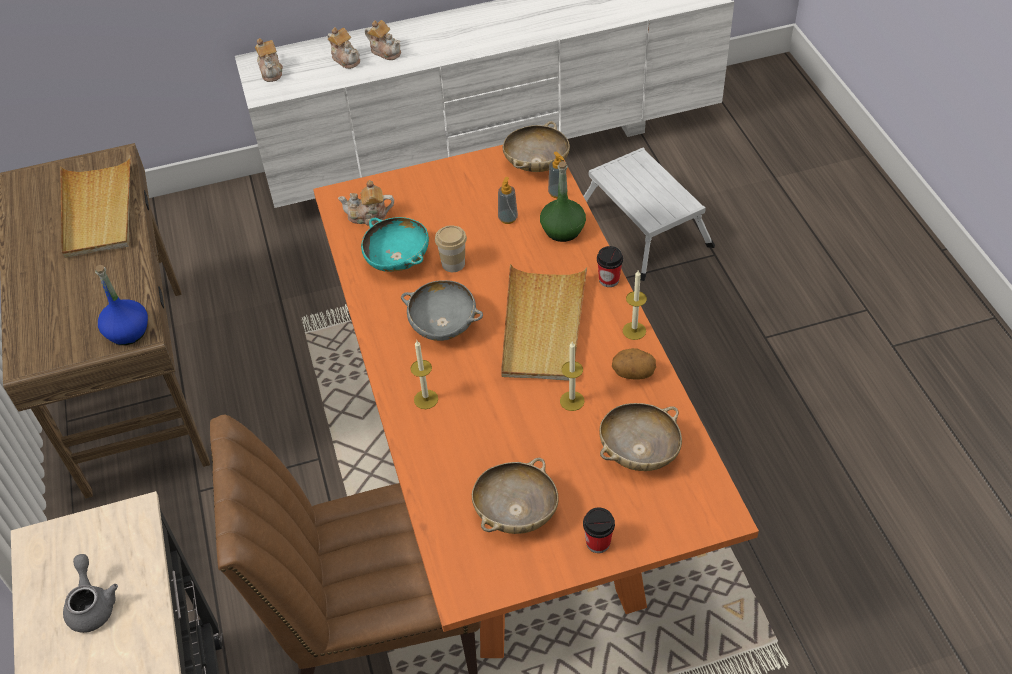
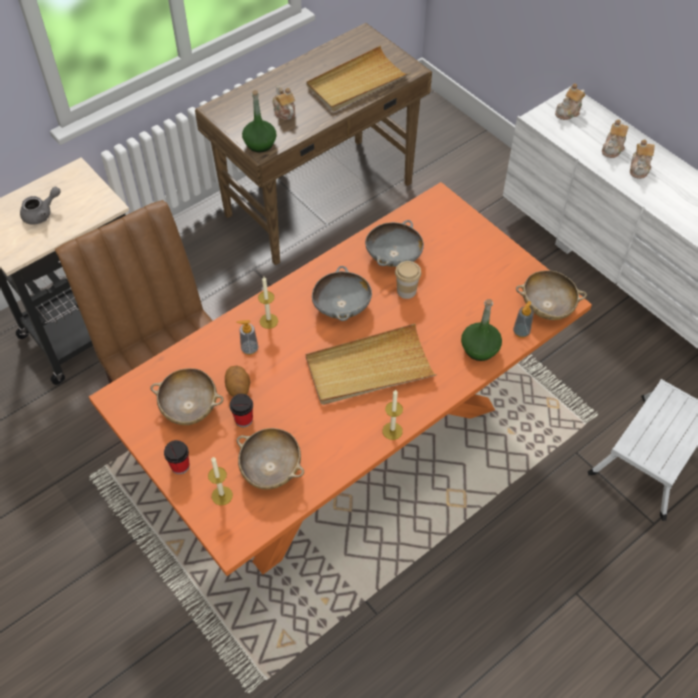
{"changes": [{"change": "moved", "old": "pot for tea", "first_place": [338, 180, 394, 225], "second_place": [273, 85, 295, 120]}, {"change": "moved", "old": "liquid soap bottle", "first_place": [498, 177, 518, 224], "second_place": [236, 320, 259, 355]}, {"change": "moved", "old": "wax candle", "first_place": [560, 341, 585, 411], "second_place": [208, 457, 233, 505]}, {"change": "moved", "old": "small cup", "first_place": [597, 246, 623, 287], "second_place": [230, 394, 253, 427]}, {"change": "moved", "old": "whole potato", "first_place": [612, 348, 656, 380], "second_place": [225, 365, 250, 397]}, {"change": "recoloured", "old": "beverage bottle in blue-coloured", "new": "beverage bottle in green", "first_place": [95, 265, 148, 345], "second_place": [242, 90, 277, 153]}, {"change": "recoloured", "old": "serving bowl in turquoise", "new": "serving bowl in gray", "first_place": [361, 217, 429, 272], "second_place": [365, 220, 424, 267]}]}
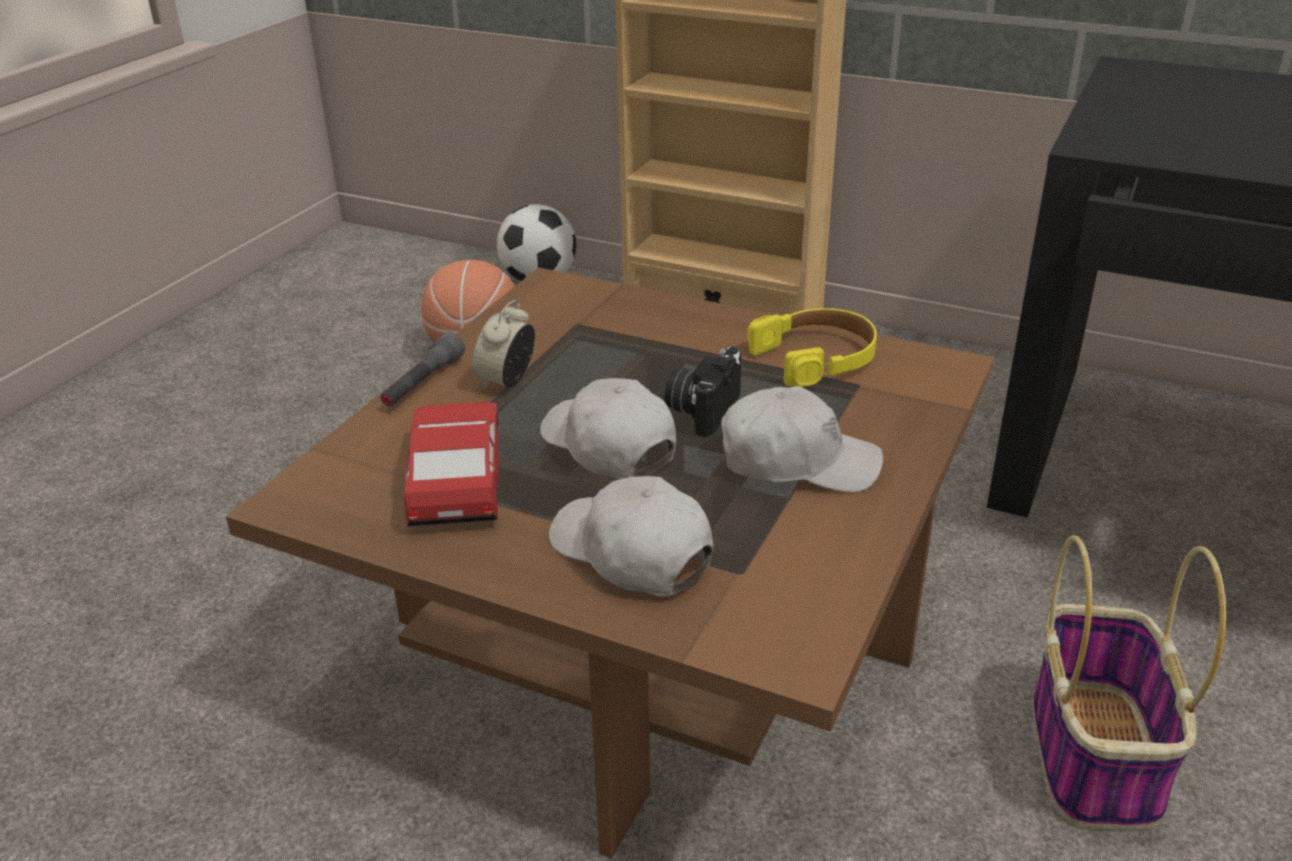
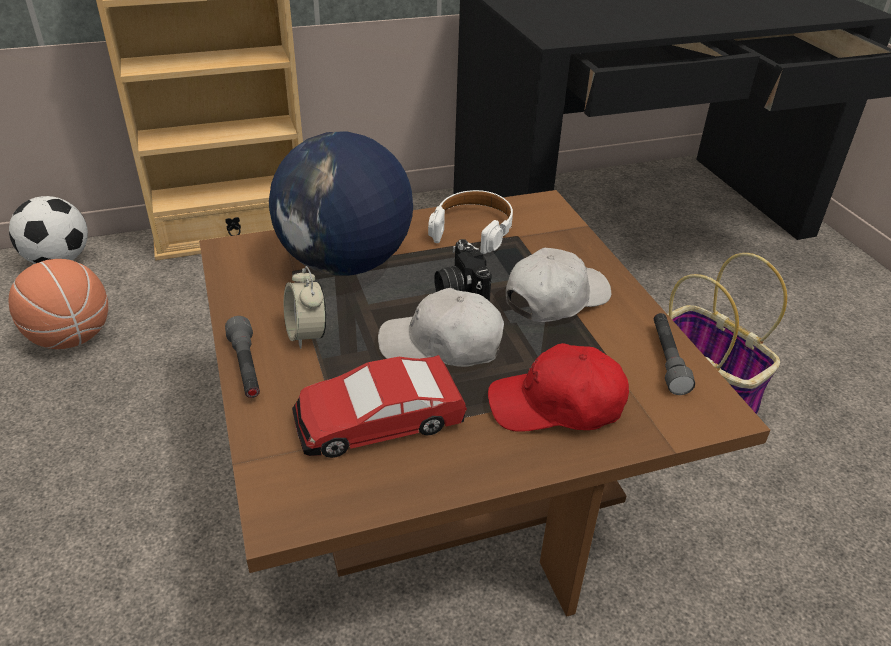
{"changes": [{"change": "added", "new": "globe", "second_place": [269, 131, 413, 276]}, {"change": "added", "new": "torch in gray", "second_place": [654, 313, 695, 395]}, {"change": "recoloured", "old": "cap in whitish", "new": "cap in red", "first_place": [549, 476, 714, 596], "second_place": [488, 343, 629, 432]}, {"change": "recoloured", "old": "headphones in yellowish", "new": "headphones in whitish", "first_place": [747, 308, 877, 387], "second_place": [428, 190, 513, 254]}, {"change": "turned", "old": "toy car", "first_place": [404, 402, 499, 526], "second_place": [292, 355, 466, 458], "degrees": -60}]}
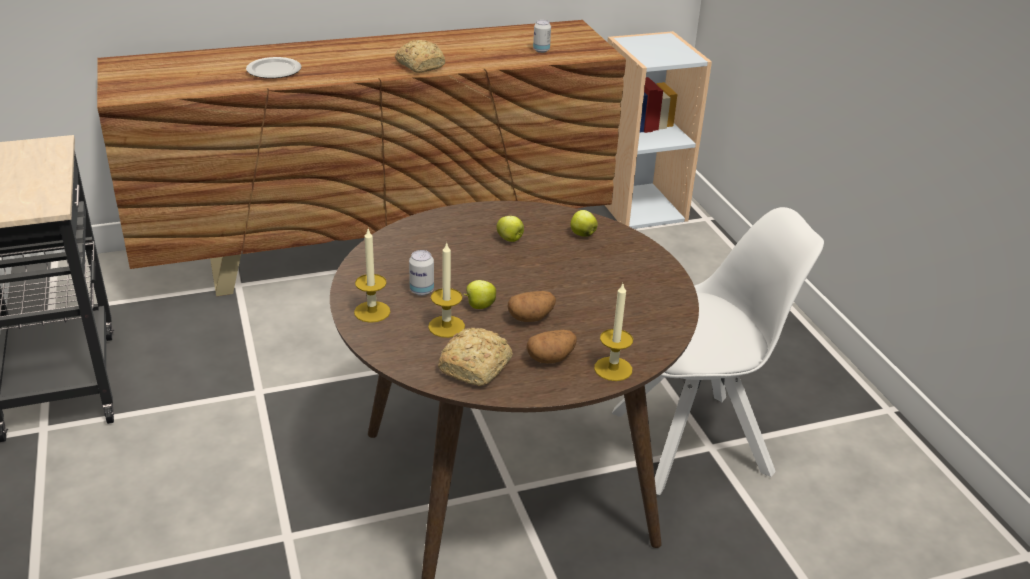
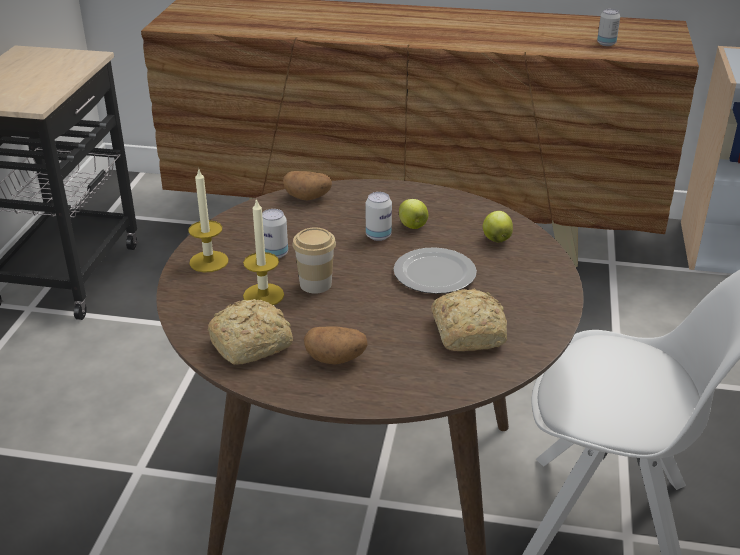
{"changes": [{"change": "removed", "old": "wax candle", "first_place": [594, 284, 633, 381]}, {"change": "added", "new": "can", "second_place": [366, 192, 392, 241]}, {"change": "moved", "old": "flat dish", "first_place": [246, 57, 302, 78], "second_place": [393, 247, 477, 294]}, {"change": "moved", "old": "bakery bread", "first_place": [395, 40, 445, 73], "second_place": [431, 289, 507, 351]}, {"change": "moved", "old": "whole potato", "first_place": [508, 291, 556, 322], "second_place": [283, 171, 332, 200]}, {"change": "replaced", "old": "apple fruit", "new": "small cup", "first_place": [463, 280, 496, 309], "second_place": [292, 227, 336, 294]}]}
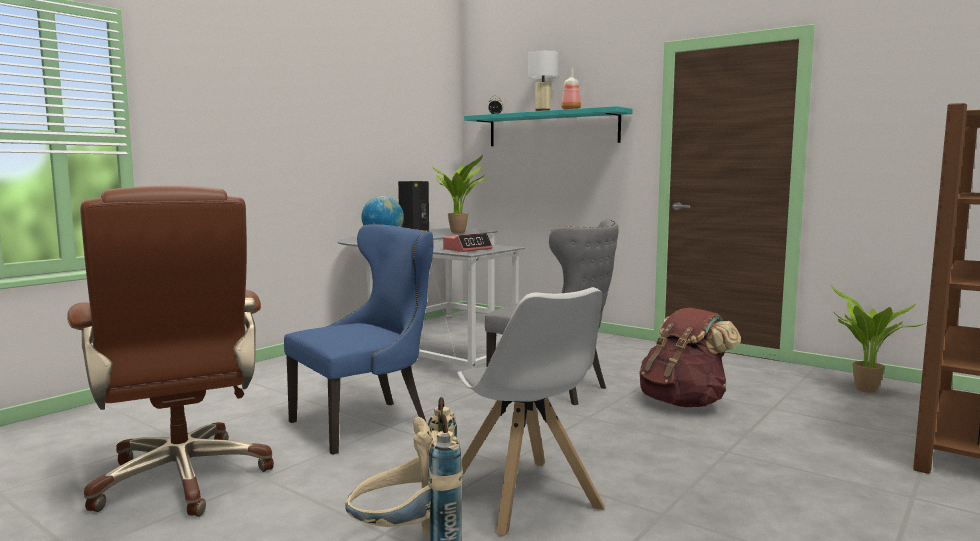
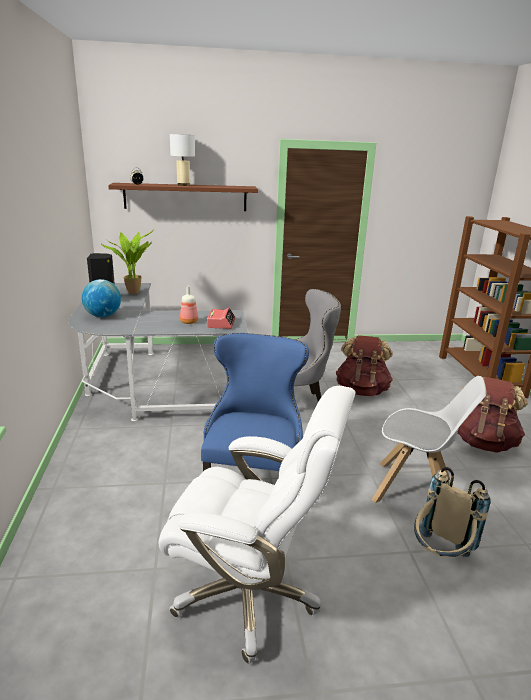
{"changes": [{"change": "removed", "old": "houseplant", "first_place": [830, 284, 923, 393]}, {"change": "added", "new": "knapsack in brownish", "second_place": [457, 377, 528, 453]}, {"change": "moved", "old": "beverage bottle", "first_place": [561, 69, 581, 109], "second_place": [180, 286, 198, 324]}, {"change": "recoloured", "old": "desk chair in brownish", "new": "desk chair in whitish", "first_place": [67, 185, 274, 517], "second_place": [158, 386, 355, 664]}, {"change": "recoloured", "old": "wall shelf in turquoise", "new": "wall shelf in brownish", "first_place": [464, 106, 633, 146], "second_place": [108, 183, 258, 211]}]}
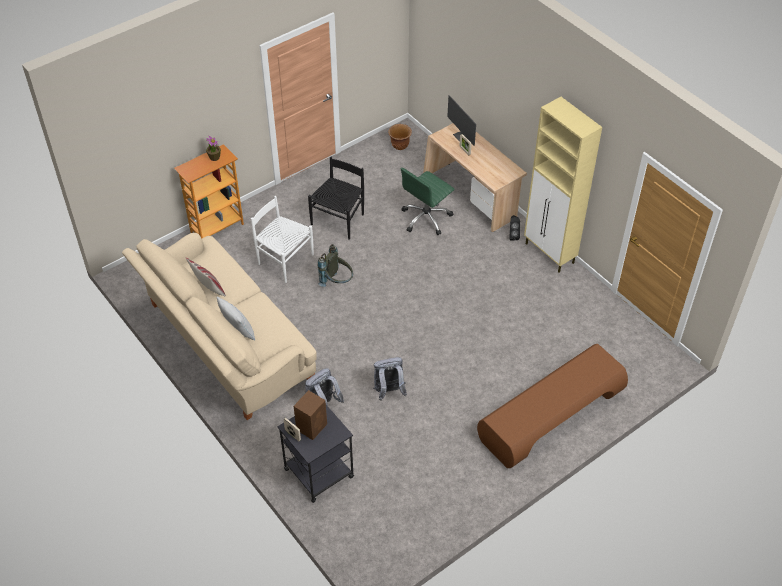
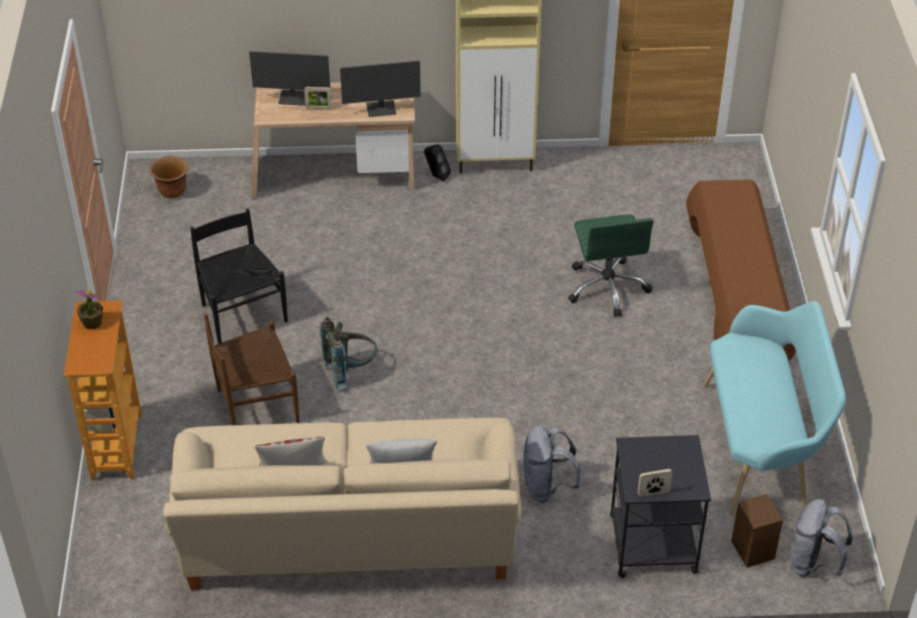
{"changes": [{"change": "added", "new": "monitor", "second_place": [340, 61, 421, 117]}, {"change": "added", "new": "bench in turquoise", "second_place": [704, 301, 846, 515]}, {"change": "moved", "old": "loudspeaker in brownish", "first_place": [294, 390, 327, 440], "second_place": [731, 494, 783, 567]}, {"change": "moved", "old": "knapsack in gray", "first_place": [373, 357, 407, 401], "second_place": [790, 499, 853, 577]}, {"change": "moved", "old": "desk chair in green", "first_place": [401, 168, 455, 235], "second_place": [568, 214, 654, 317]}, {"change": "recoloured", "old": "plain chair in whitish", "new": "plain chair in brownish", "first_place": [251, 196, 314, 283], "second_place": [204, 314, 299, 425]}]}
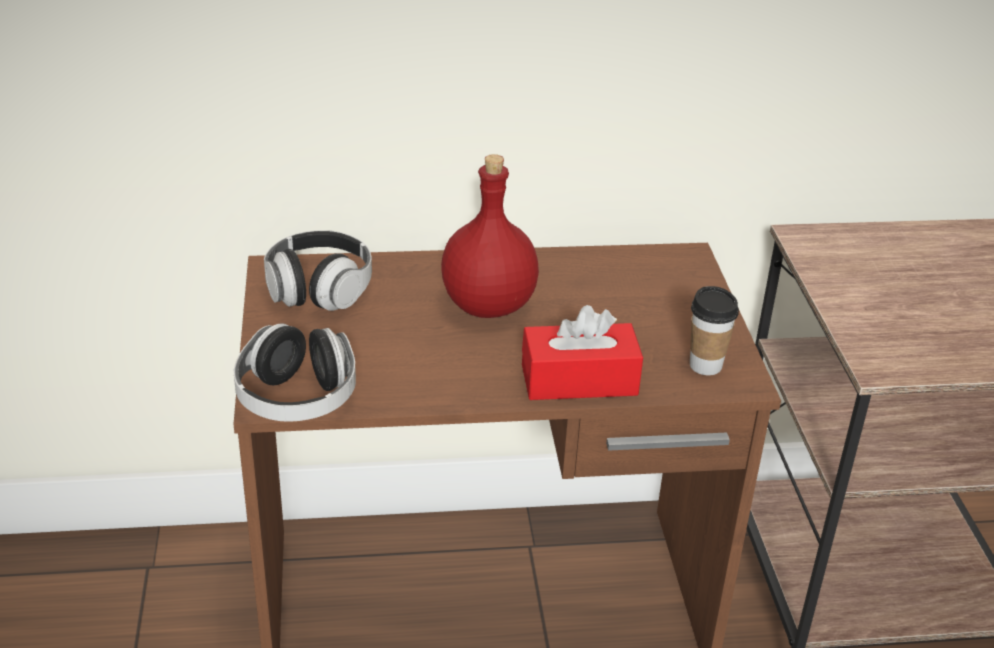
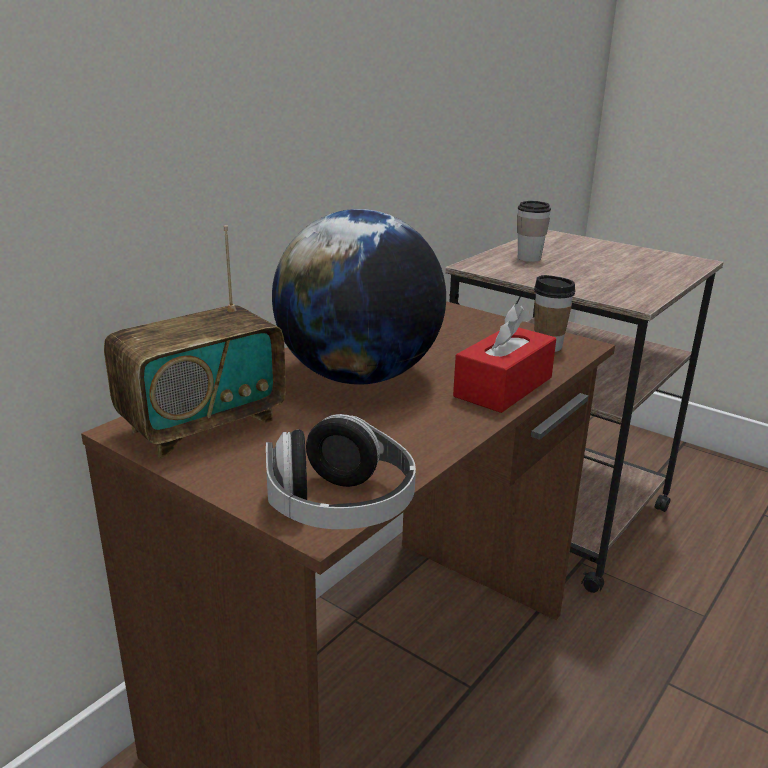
{"changes": [{"change": "added", "new": "small cup", "second_place": [517, 201, 551, 262]}, {"change": "replaced", "old": "headphones", "new": "radio", "first_place": [264, 230, 372, 311], "second_place": [104, 226, 286, 458]}, {"change": "replaced", "old": "beverage bottle in red", "new": "globe", "first_place": [441, 154, 539, 318], "second_place": [272, 209, 446, 384]}]}
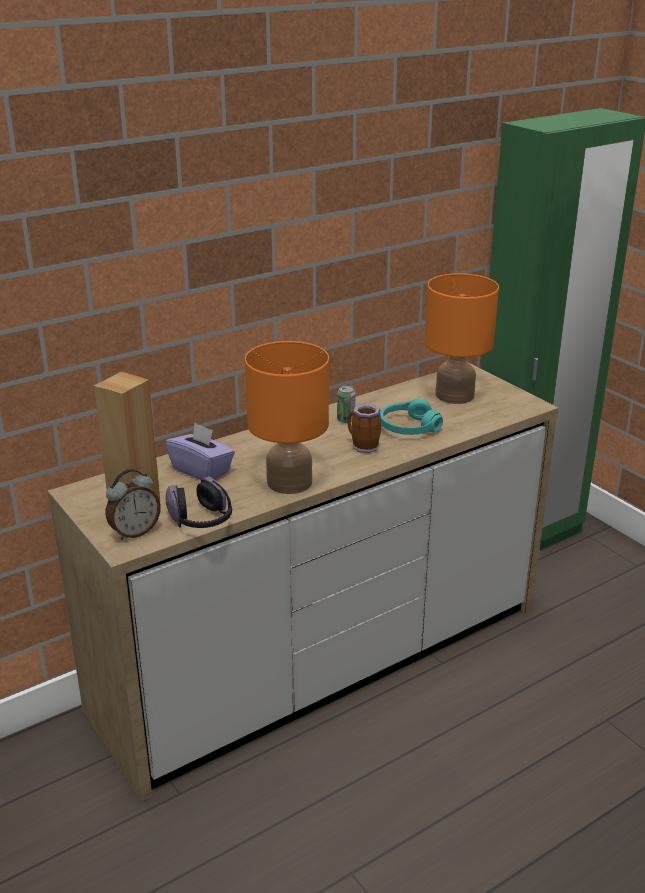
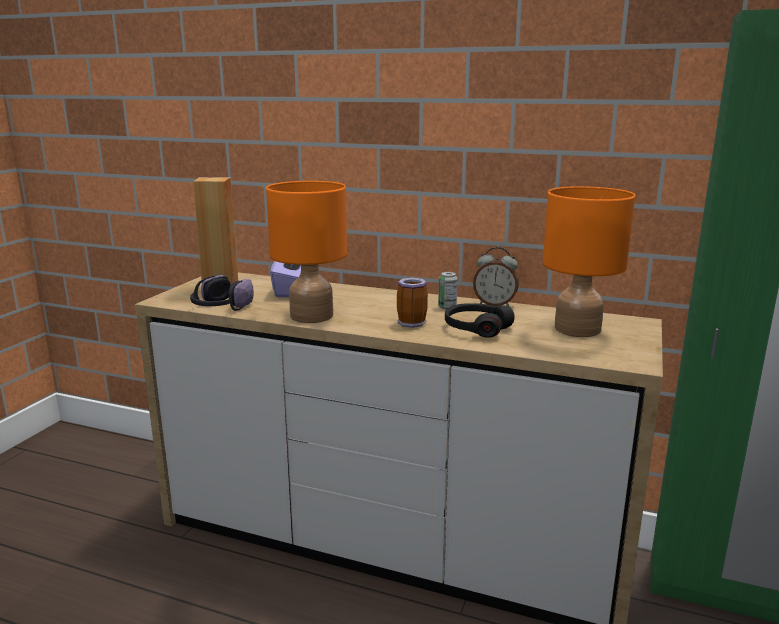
{"changes": [{"change": "moved", "old": "table clock", "first_place": [106, 469, 161, 540], "second_place": [473, 247, 519, 307]}, {"change": "recoloured", "old": "headphones in turquoise", "new": "headphones in black-coloured", "first_place": [380, 399, 443, 435], "second_place": [445, 303, 515, 338]}]}
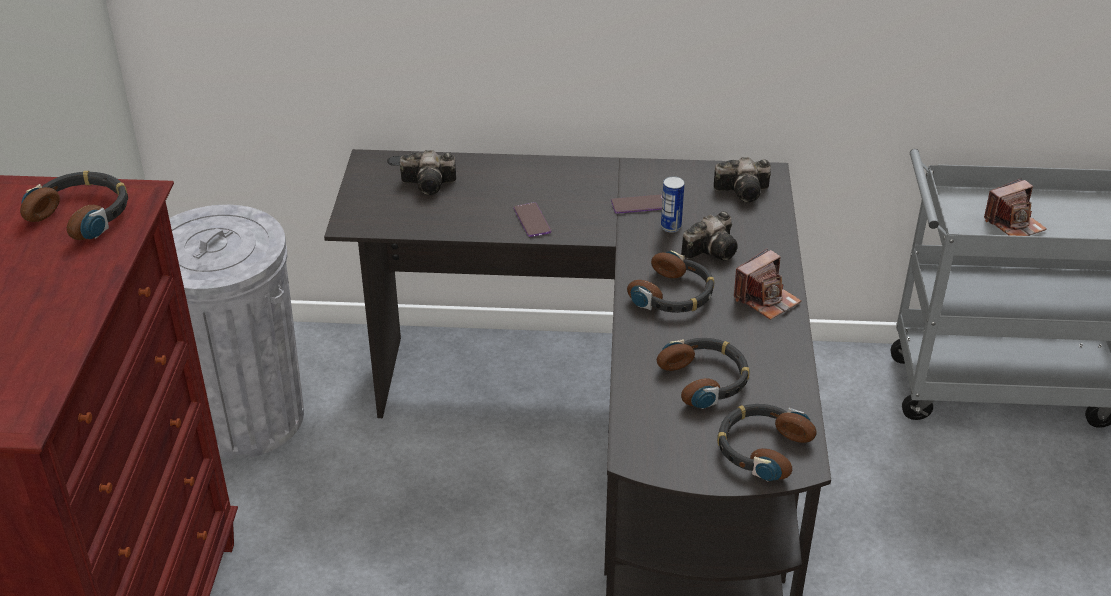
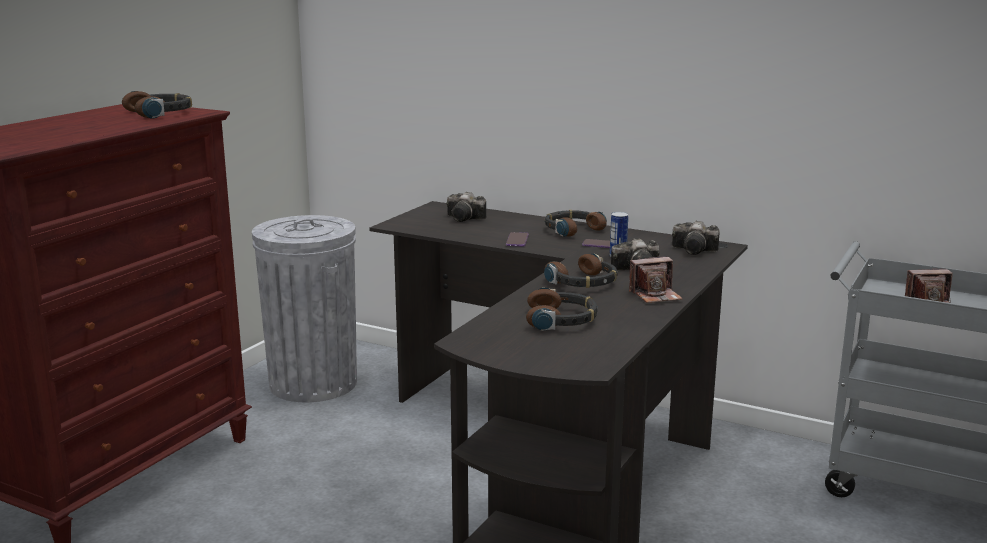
{"changes": [{"change": "moved", "old": "headphones", "first_place": [717, 404, 817, 482], "second_place": [545, 210, 607, 237]}]}
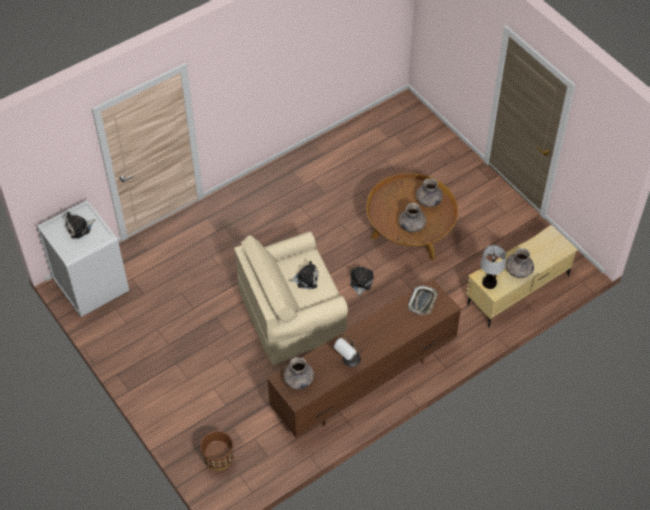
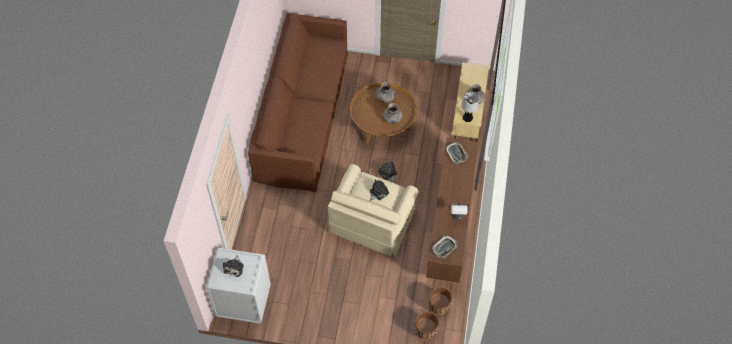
{"changes": [{"change": "added", "new": "couch in brownish", "second_place": [248, 13, 348, 193]}, {"change": "added", "new": "flower pot in brownish", "second_place": [428, 287, 452, 315]}, {"change": "replaced", "old": "vase in gray", "new": "serving tray", "first_place": [283, 357, 314, 389], "second_place": [432, 236, 458, 258]}]}
